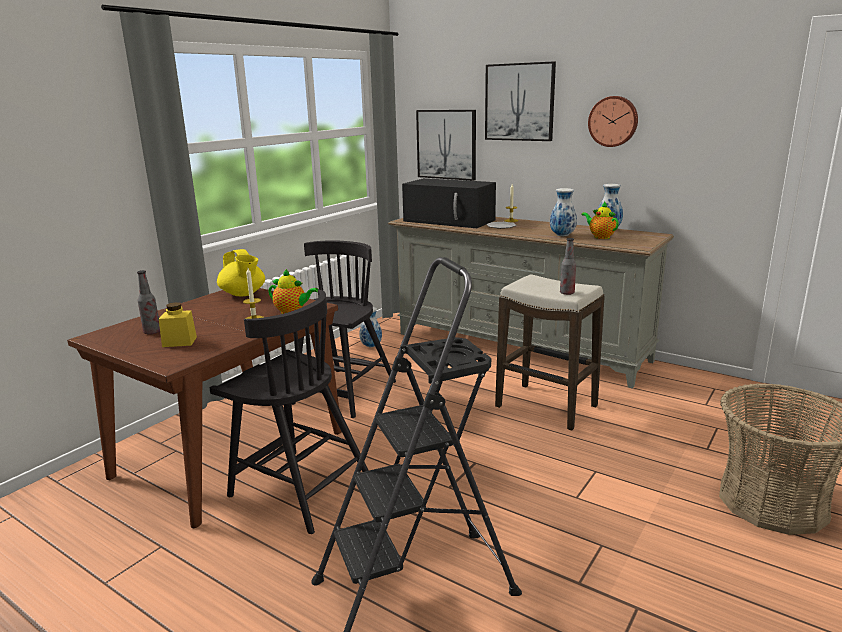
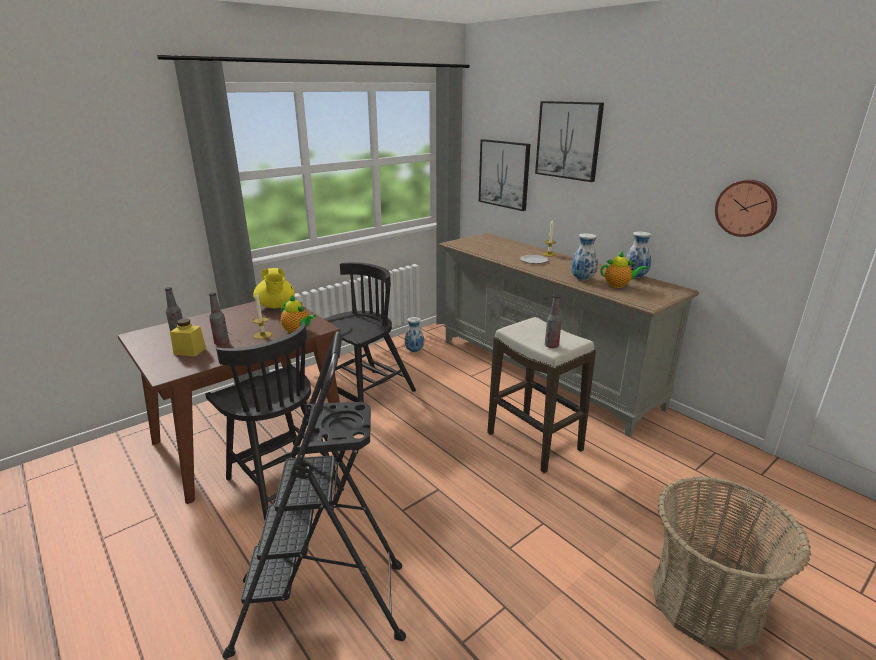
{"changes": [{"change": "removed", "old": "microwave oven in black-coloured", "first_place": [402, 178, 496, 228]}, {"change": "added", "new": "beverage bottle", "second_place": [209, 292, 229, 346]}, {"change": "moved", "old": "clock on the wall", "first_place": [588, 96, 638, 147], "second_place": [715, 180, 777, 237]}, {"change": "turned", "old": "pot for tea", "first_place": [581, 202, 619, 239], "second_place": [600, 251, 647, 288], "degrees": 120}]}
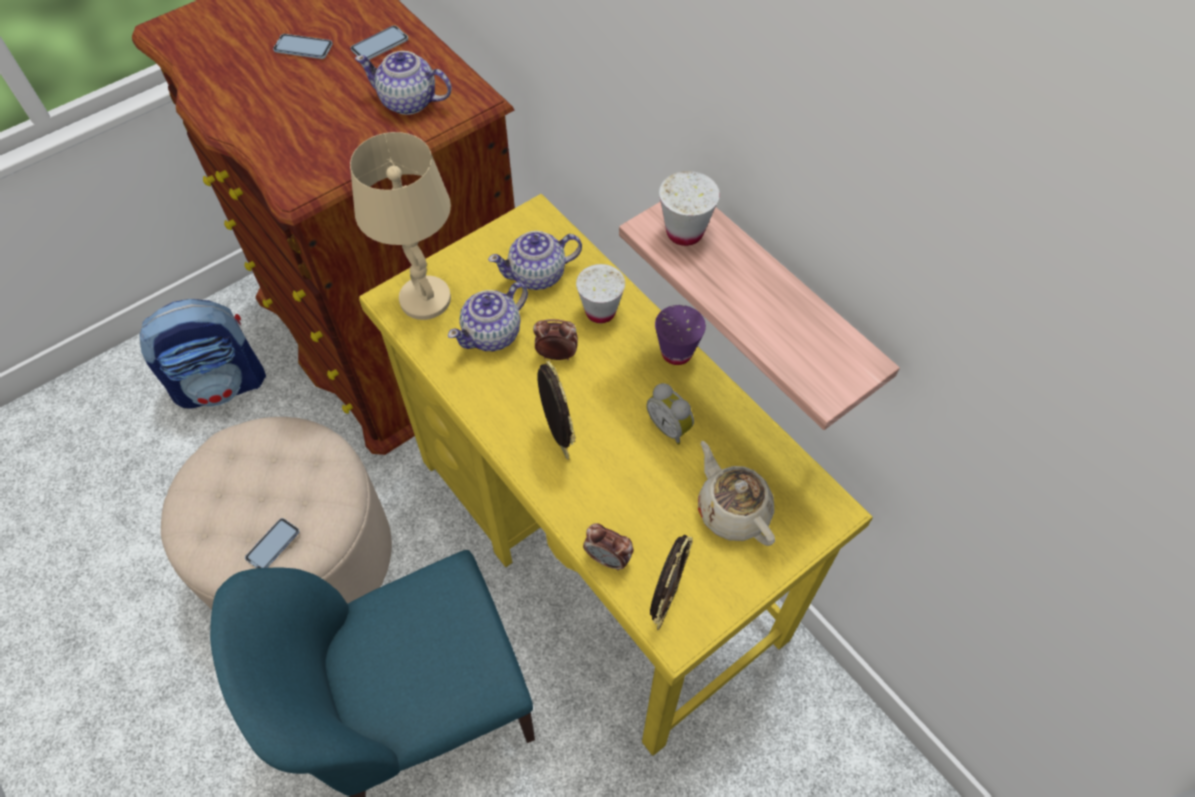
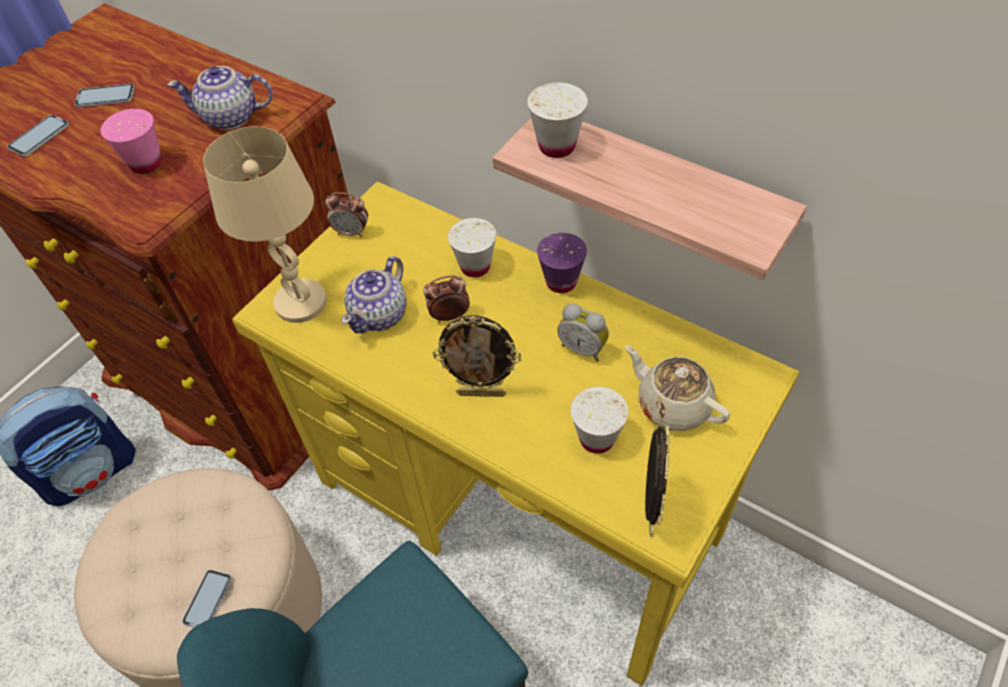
{"changes": [{"change": "removed", "old": "pot for tea", "first_place": [488, 231, 582, 290]}, {"change": "added", "new": "small cup in pink-coloured", "second_place": [100, 109, 162, 174]}, {"change": "added", "new": "small cup in whitish", "second_place": [571, 387, 629, 454]}, {"change": "moved", "old": "telephone", "first_place": [351, 26, 408, 60], "second_place": [7, 115, 69, 157]}, {"change": "moved", "old": "table clock", "first_place": [583, 523, 634, 571], "second_place": [325, 192, 368, 237]}, {"change": "turned", "old": "photo frame", "first_place": [537, 360, 576, 460], "second_place": [433, 315, 522, 397], "degrees": 135}]}
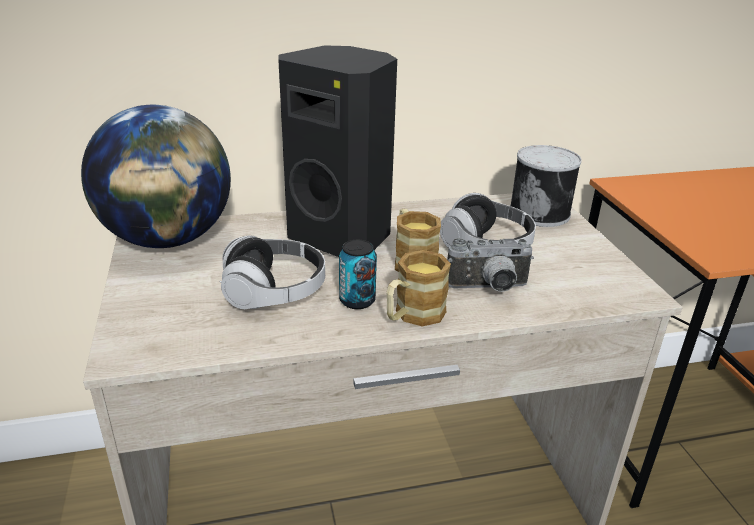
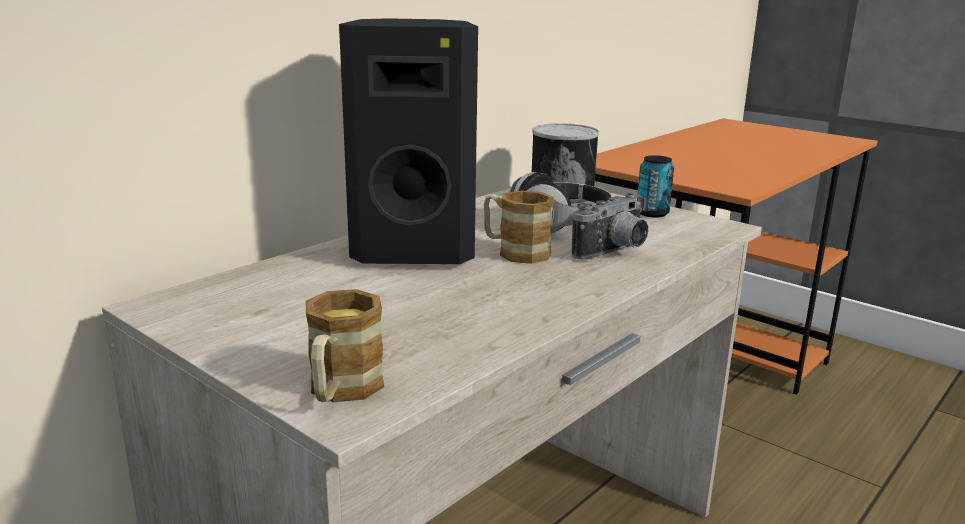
{"changes": [{"change": "removed", "old": "globe", "first_place": [81, 105, 231, 248]}, {"change": "removed", "old": "headphones", "first_place": [219, 235, 325, 309]}, {"change": "moved", "old": "can", "first_place": [339, 240, 377, 309], "second_place": [637, 155, 674, 217]}, {"change": "moved", "old": "coffee mug", "first_place": [387, 250, 451, 326], "second_place": [306, 289, 384, 402]}]}
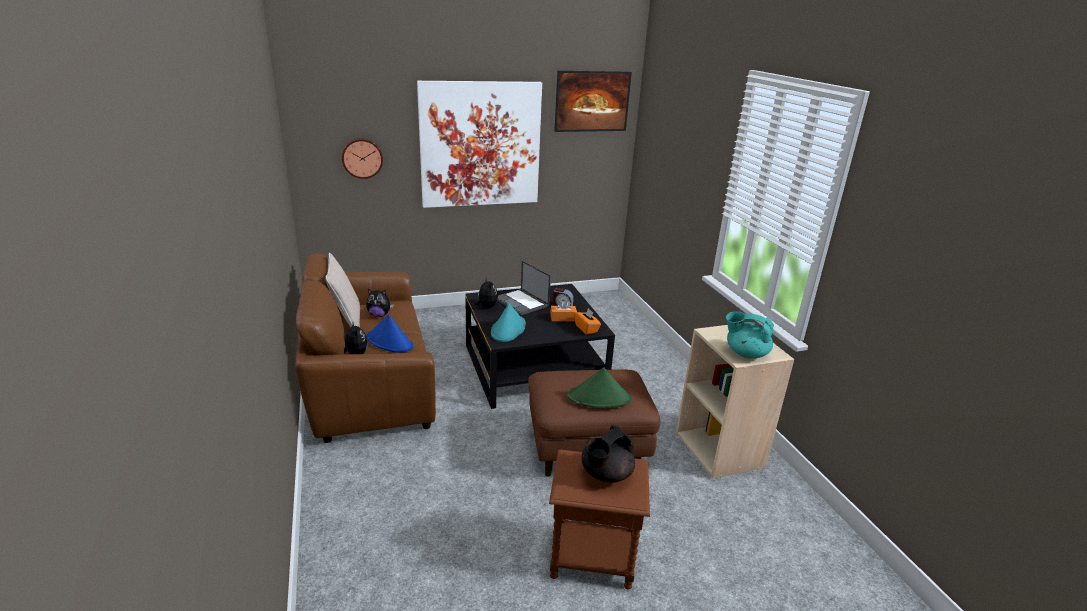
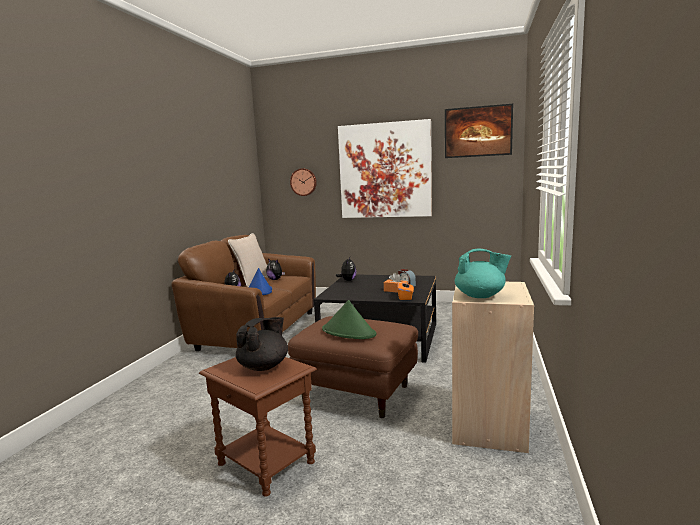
{"changes": [{"change": "removed", "old": "clothing hat in turquoise", "first_place": [491, 303, 526, 342]}, {"change": "removed", "old": "laptop", "first_place": [497, 261, 551, 315]}, {"change": "turned", "old": "pot for tea in black-coloured", "first_place": [582, 425, 635, 483], "second_place": [236, 317, 288, 371], "degrees": 135}, {"change": "turned", "old": "pot for tea in turquoise", "first_place": [726, 311, 774, 359], "second_place": [455, 249, 511, 298], "degrees": 135}]}
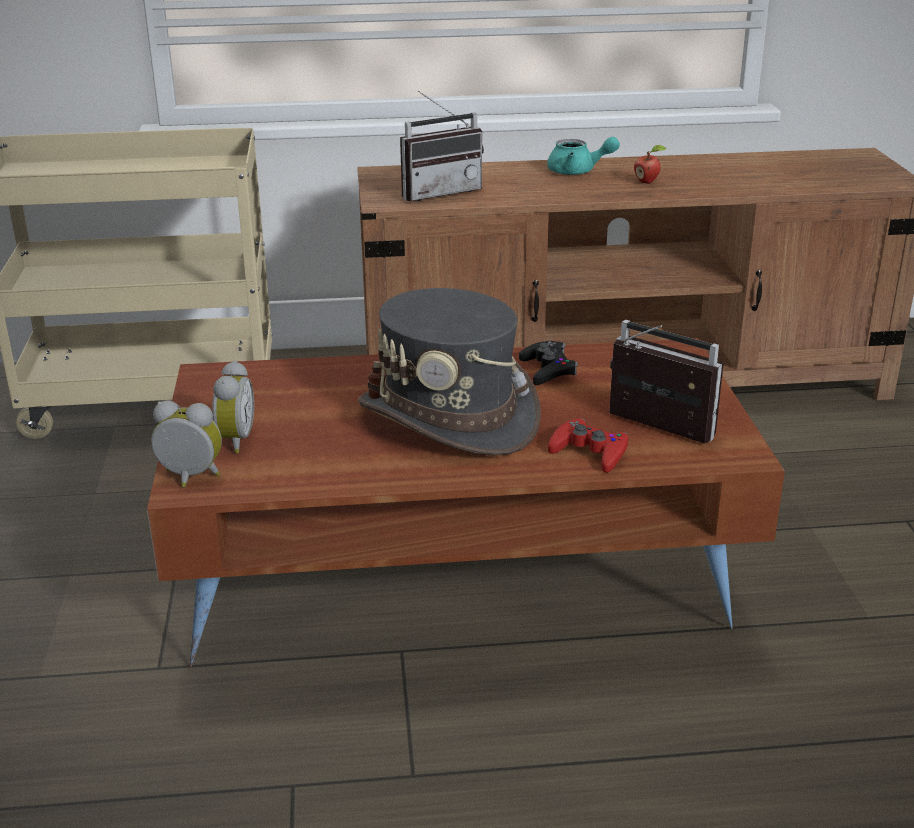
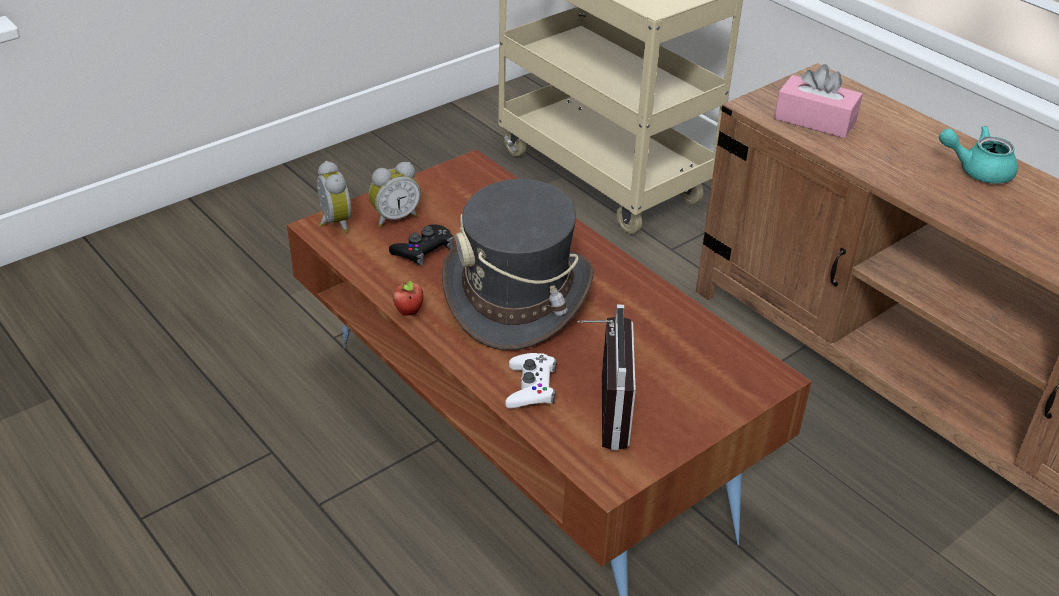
{"changes": [{"change": "moved", "old": "joypad in black-coloured", "first_place": [519, 341, 578, 385], "second_place": [389, 224, 454, 266]}, {"change": "moved", "old": "apple fruit", "first_place": [634, 145, 666, 184], "second_place": [393, 280, 423, 316]}, {"change": "replaced", "old": "radio", "new": "box of tissues in pink-coloured", "first_place": [400, 91, 484, 201], "second_place": [774, 64, 863, 138]}, {"change": "recoloured", "old": "joypad in red", "new": "joypad in whitish", "first_place": [548, 418, 628, 473], "second_place": [505, 353, 557, 408]}, {"change": "turned", "old": "pot for tea in turquoise", "first_place": [547, 137, 620, 175], "second_place": [939, 126, 1018, 184], "degrees": 120}]}
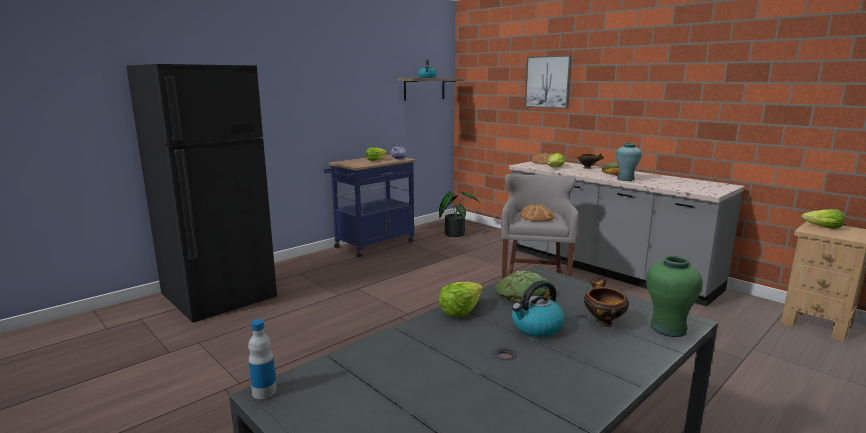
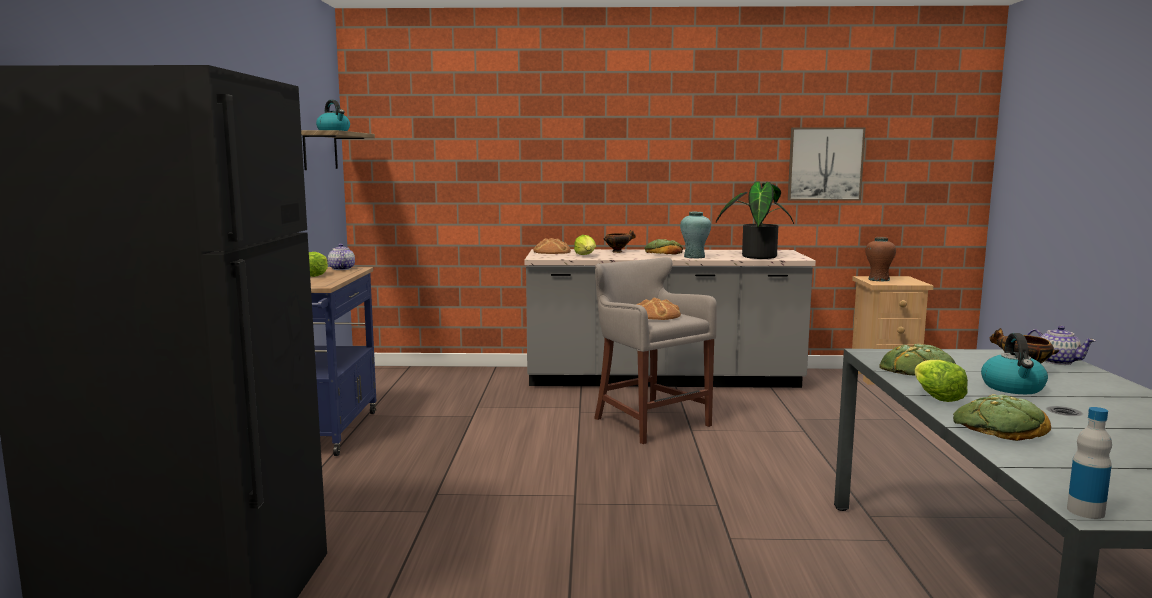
{"changes": [{"change": "added", "new": "bakery bread", "second_place": [953, 394, 1051, 441]}, {"change": "moved", "old": "houseplant", "first_place": [439, 191, 480, 237], "second_place": [716, 181, 794, 259]}, {"change": "moved", "old": "picture", "first_place": [525, 55, 572, 109], "second_place": [788, 127, 866, 201]}, {"change": "replaced", "old": "vase in green", "new": "pot for tea", "first_place": [646, 256, 703, 337], "second_place": [1027, 326, 1096, 365]}, {"change": "replaced", "old": "lettuce head", "new": "vase in brownish", "first_place": [801, 209, 845, 229], "second_place": [865, 237, 896, 281]}]}
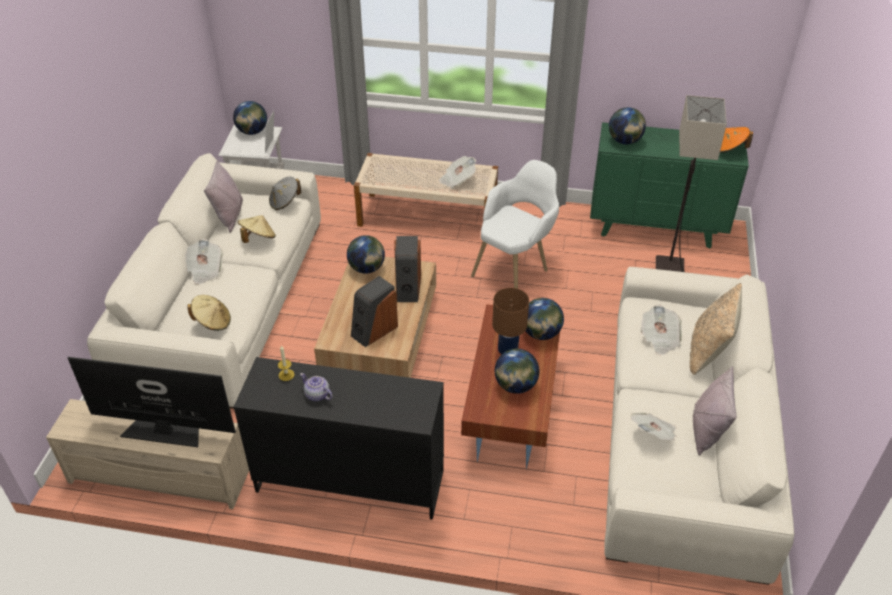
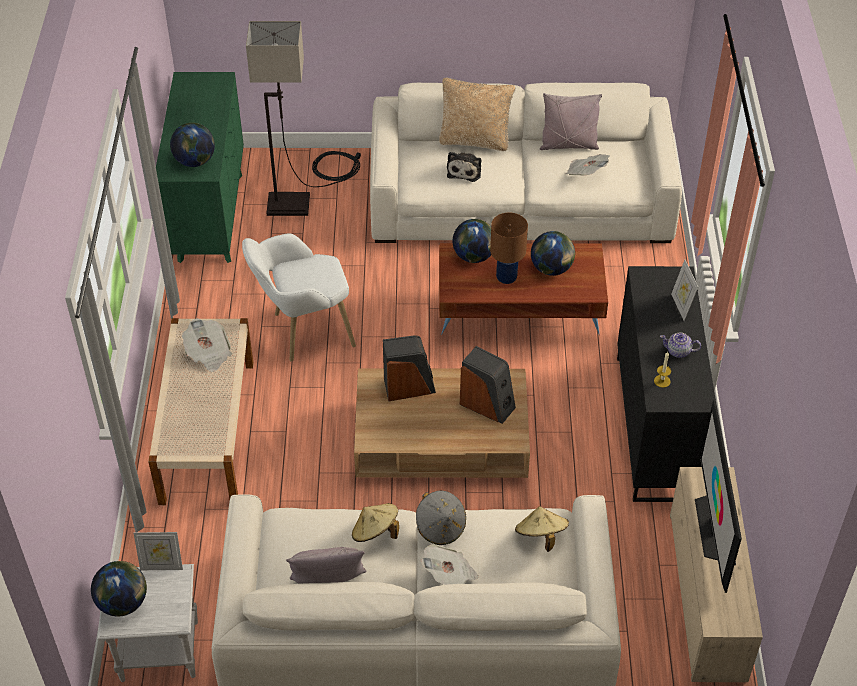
{"changes": [{"change": "removed", "old": "globe", "first_place": [347, 235, 385, 274]}, {"change": "removed", "old": "clothing hat in orange-coloured", "first_place": [720, 127, 753, 153]}, {"change": "added", "new": "photo frame", "second_place": [671, 260, 698, 321]}, {"change": "moved", "old": "clothing hat in gray", "first_place": [269, 177, 302, 210], "second_place": [416, 491, 466, 545]}, {"change": "replaced", "old": "printed paper", "new": "plush toy", "first_place": [641, 305, 682, 355], "second_place": [447, 152, 481, 182]}, {"change": "turned", "old": "pot for tea", "first_place": [300, 373, 333, 401], "second_place": [660, 332, 701, 358], "degrees": 75}, {"change": "turned", "old": "lounge chair in whitish", "first_place": [471, 160, 559, 289], "second_place": [242, 233, 356, 362], "degrees": -45}]}
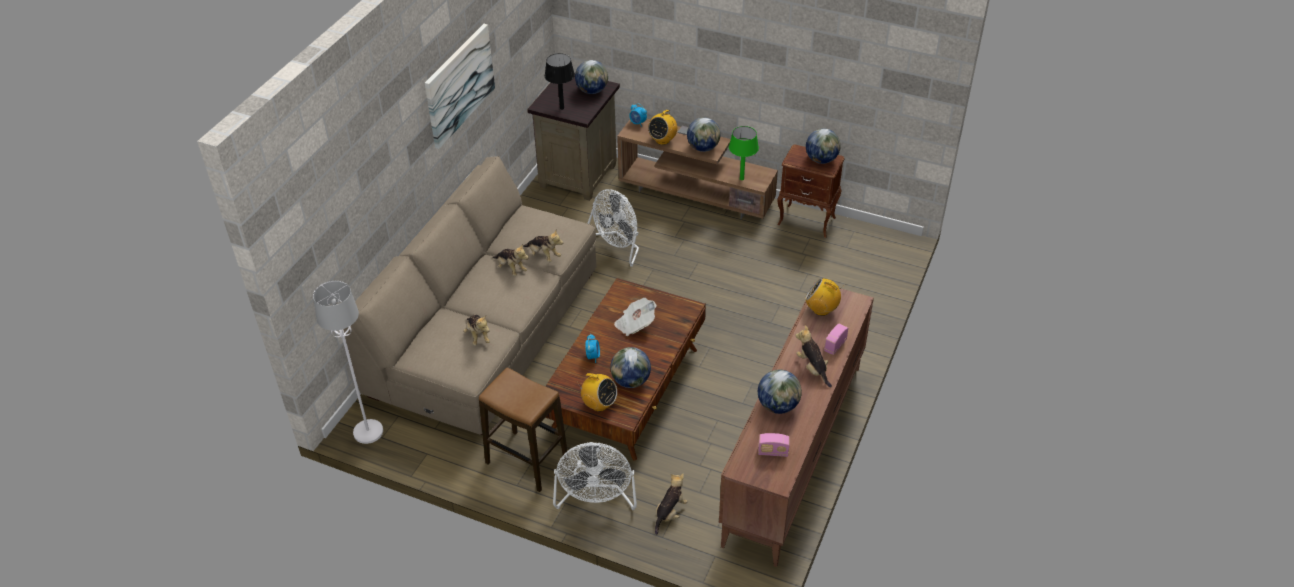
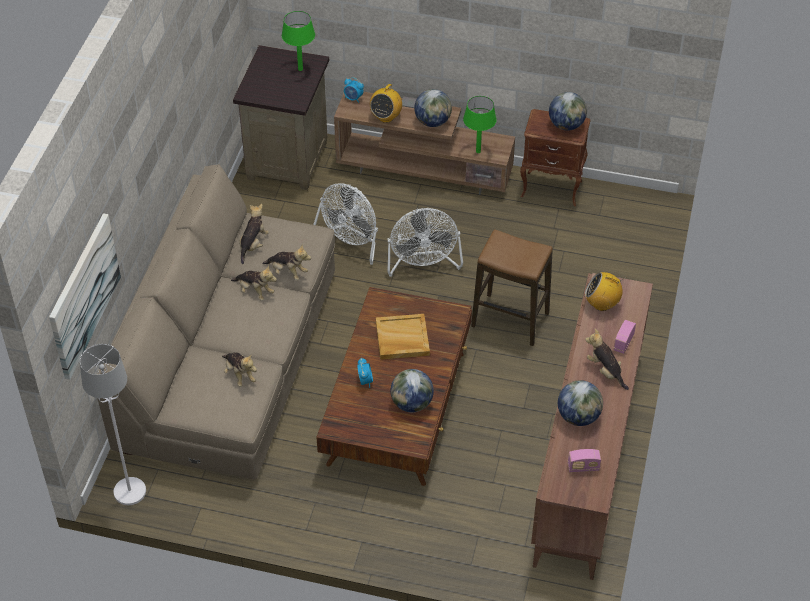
{"changes": [{"change": "removed", "old": "table lamp in black-coloured", "first_place": [545, 53, 575, 110]}, {"change": "removed", "old": "radio", "first_place": [579, 373, 617, 411]}, {"change": "moved", "old": "picture", "first_place": [425, 24, 495, 149], "second_place": [49, 213, 121, 380]}, {"change": "moved", "old": "stool seat", "first_place": [479, 367, 568, 492], "second_place": [471, 229, 553, 346]}, {"change": "moved", "old": "cooling fan in whitish", "first_place": [553, 442, 637, 510], "second_place": [387, 208, 463, 277]}, {"change": "moved", "old": "plush toy", "first_place": [655, 474, 688, 535], "second_place": [239, 204, 269, 264]}, {"change": "replaced", "old": "globe", "new": "table lamp in green", "first_place": [575, 60, 608, 94], "second_place": [282, 11, 315, 71]}, {"change": "replaced", "old": "printed paper", "new": "serving tray in sand-coloured", "first_place": [614, 298, 657, 336], "second_place": [376, 314, 430, 360]}]}
